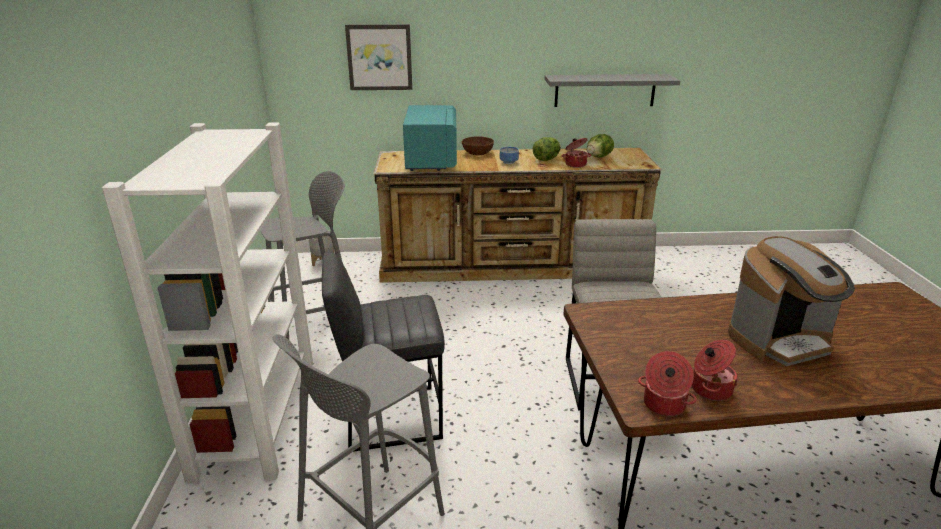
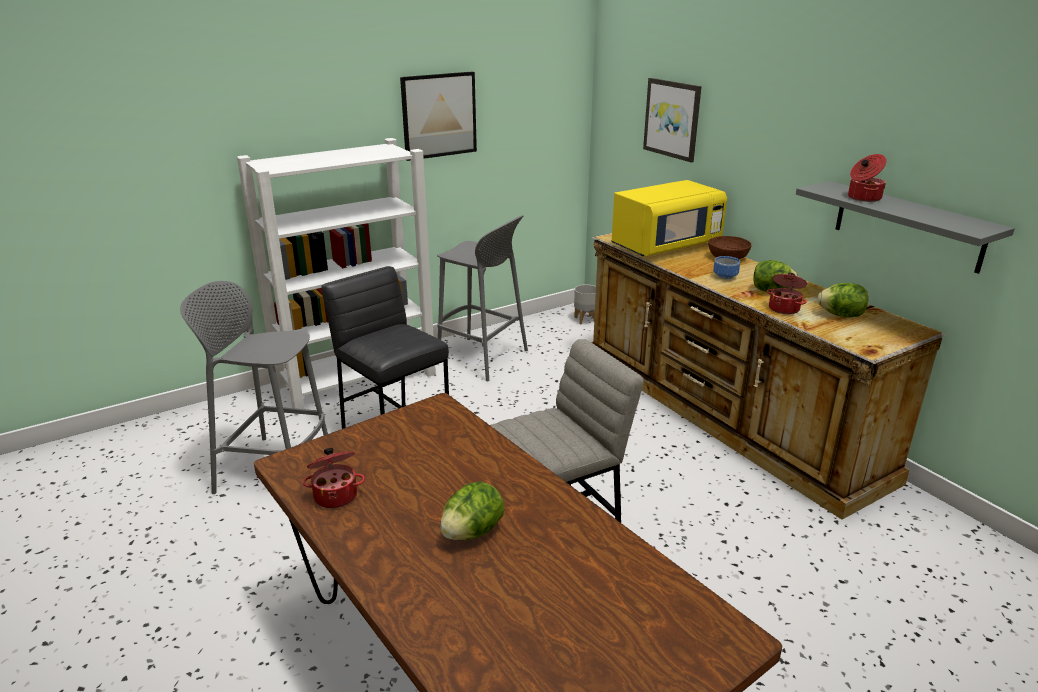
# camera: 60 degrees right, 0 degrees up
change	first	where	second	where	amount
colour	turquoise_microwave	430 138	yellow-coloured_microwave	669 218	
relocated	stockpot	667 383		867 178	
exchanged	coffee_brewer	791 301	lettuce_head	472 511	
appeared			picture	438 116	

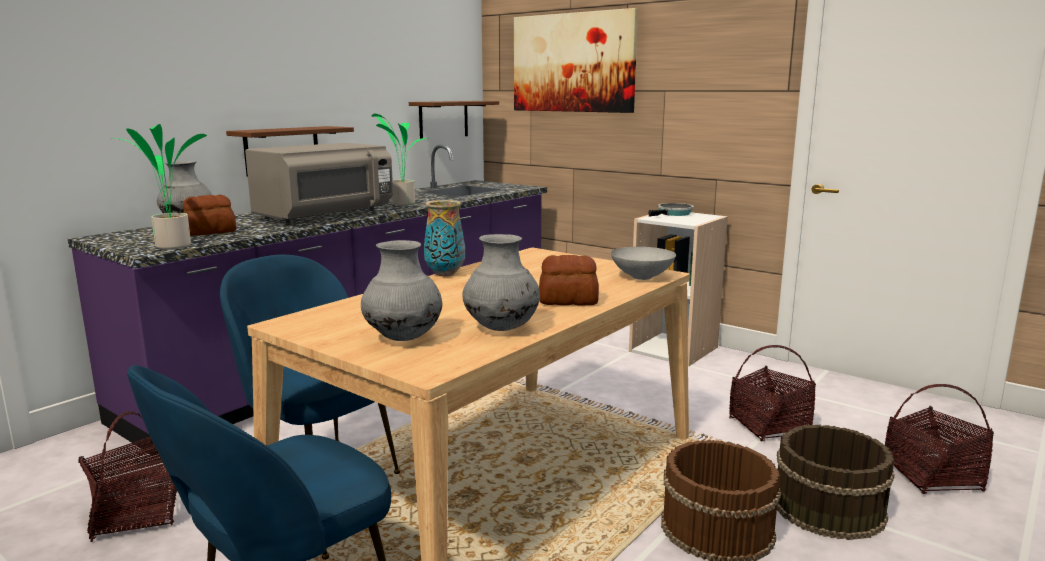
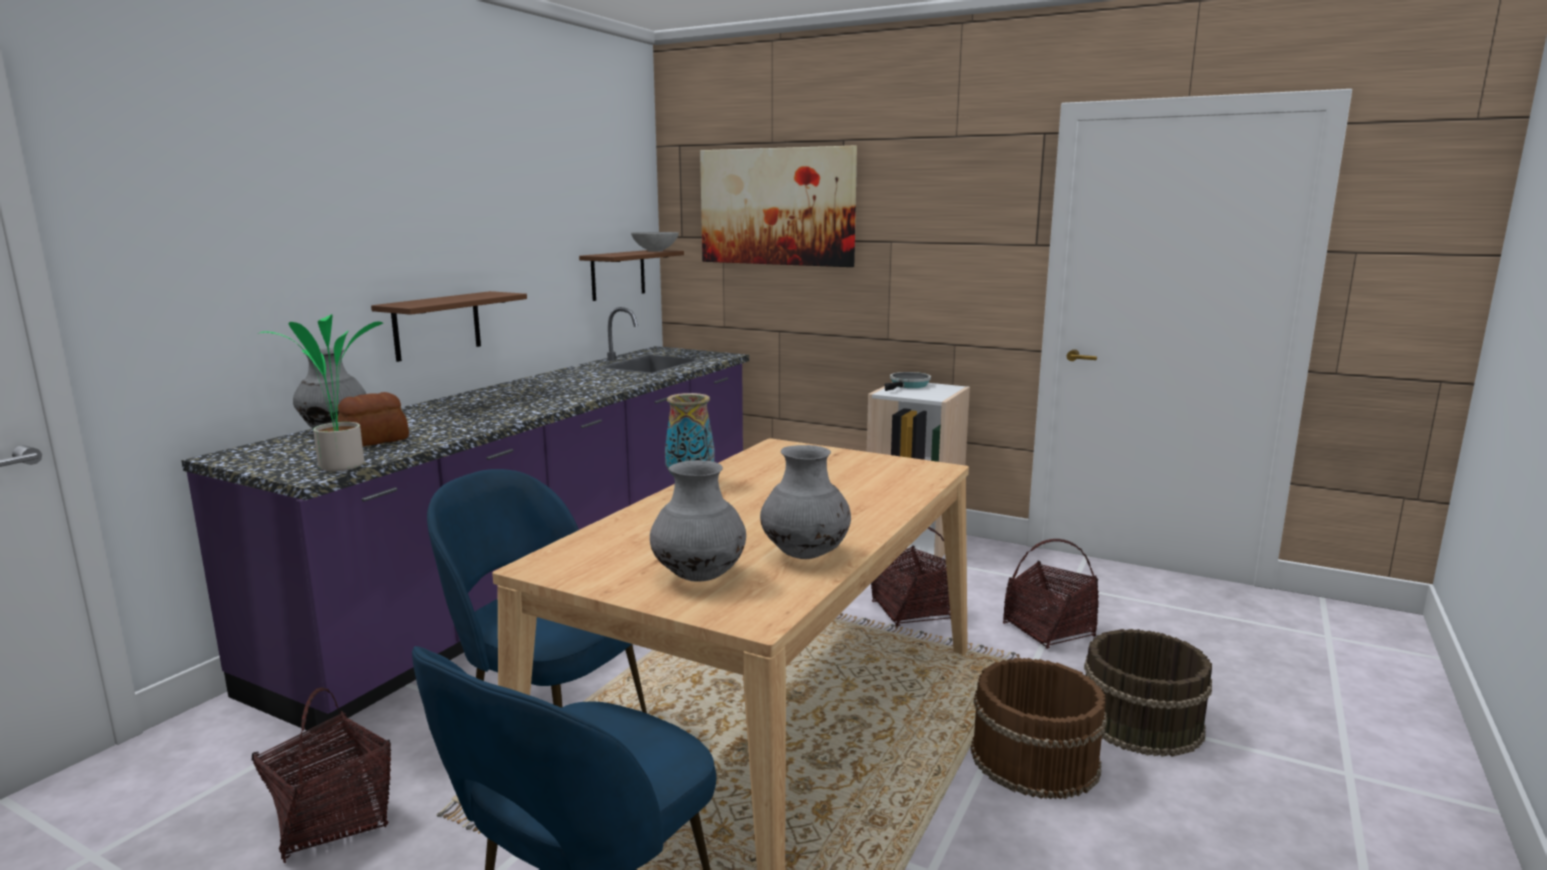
# camera: 10 degrees left, 0 degrees up
change	first	where	second	where	amount
missing	greyish_microwave	319 183			
missing	potted_plant	400 160			
missing	bread	569 280			
relocated	greyish_deep_dish	643 263		655 242	
relocated	storage_basket	939 439		911 577	

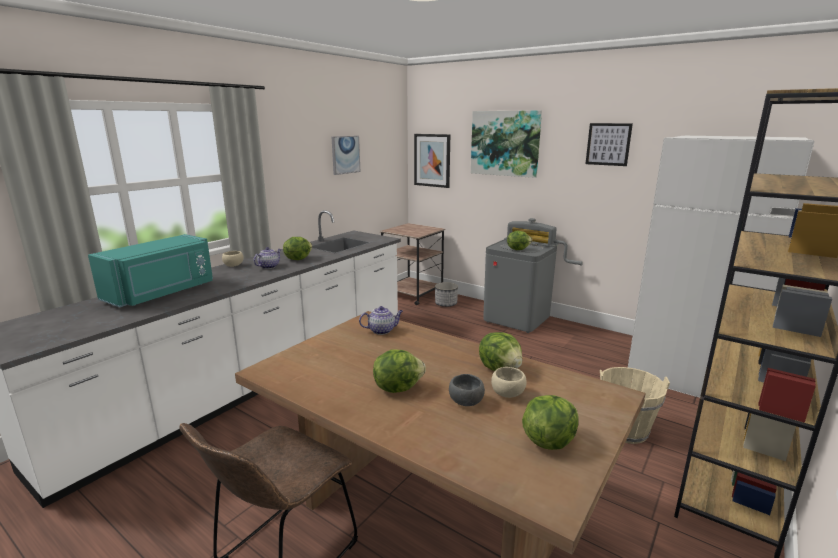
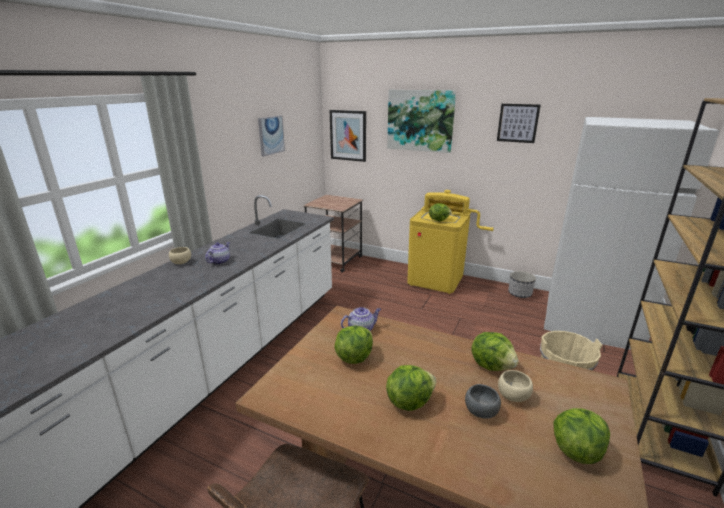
# camera: 10 degrees left, 5 degrees up
change	first	where	second	where	amount
missing	turquoise_microwave	150 270			
relocated	lettuce_head	297 248		353 344	
relocated	plant_pot	446 294		522 284	
colour	greyish_laundry_machine	533 275	yellow-coloured_laundry_machine	450 242	

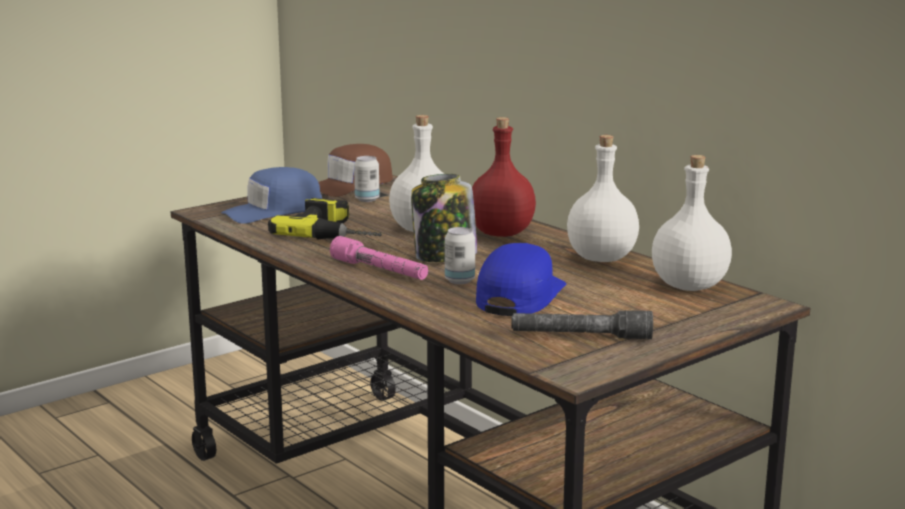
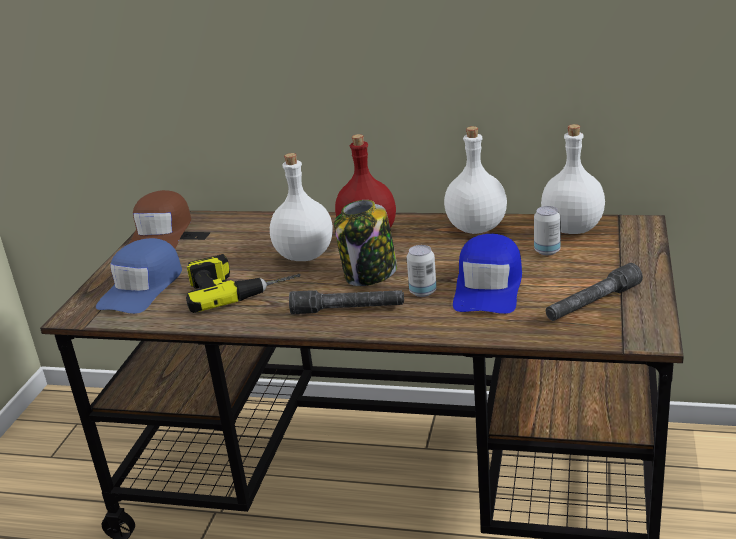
# camera: 35 degrees left, 10 degrees up
change	first	where	second	where	amount
colour	pinkish_flashlight	379 258	greyish_flashlight	346 302	
relocated	can	367 179		547 230	
spun	blue_peaked_cap	521 279		487 274	150 degrees counterclockwise

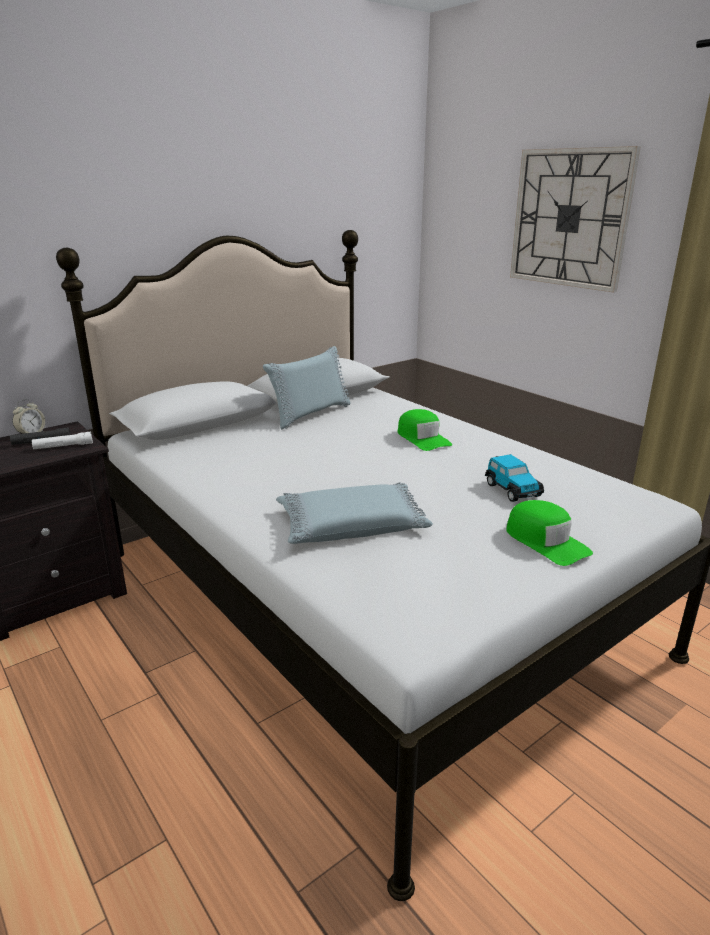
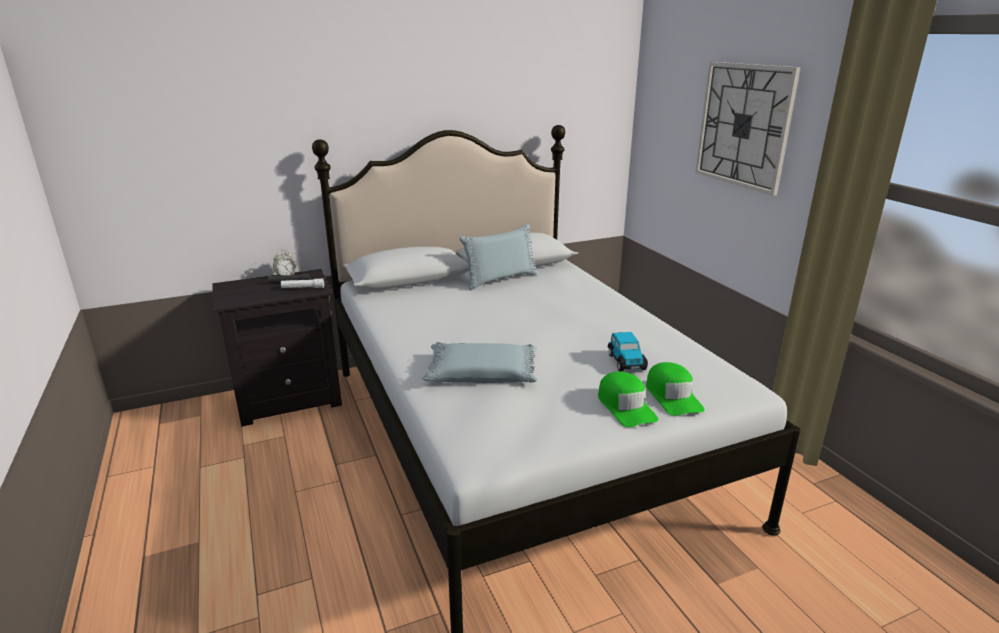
# camera: 15 degrees right, 0 degrees up
change	first	where	second	where	amount
relocated	green-coloured_peaked_cap	425 430		675 389	

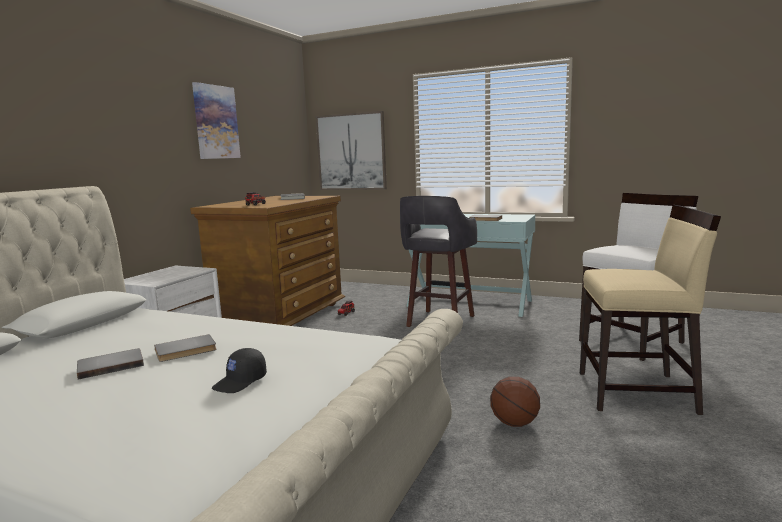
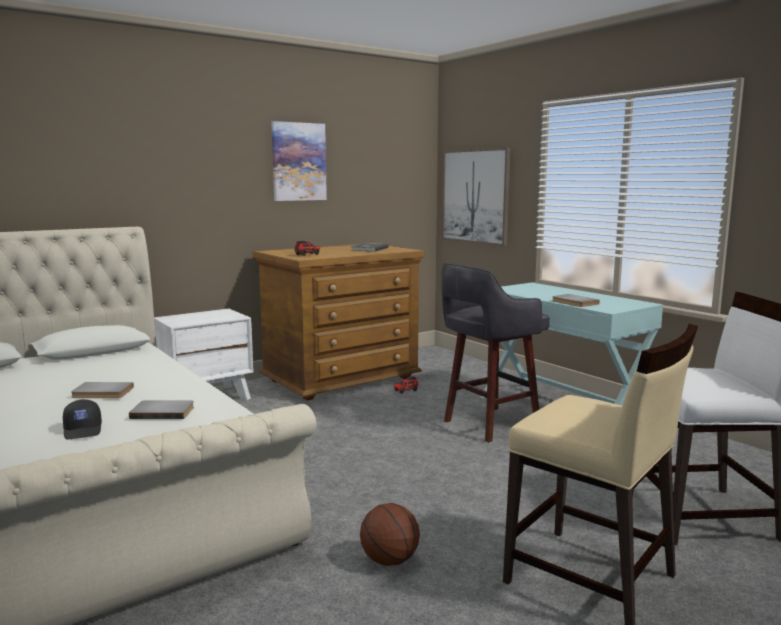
# camera: 30 degrees right, 0 degrees up
change	first	where	second	where	amount
relocated	greyish_bound_book	110 364		161 409	
spun	black-coloured_peaked_cap	239 370		82 419	90 degrees counterclockwise

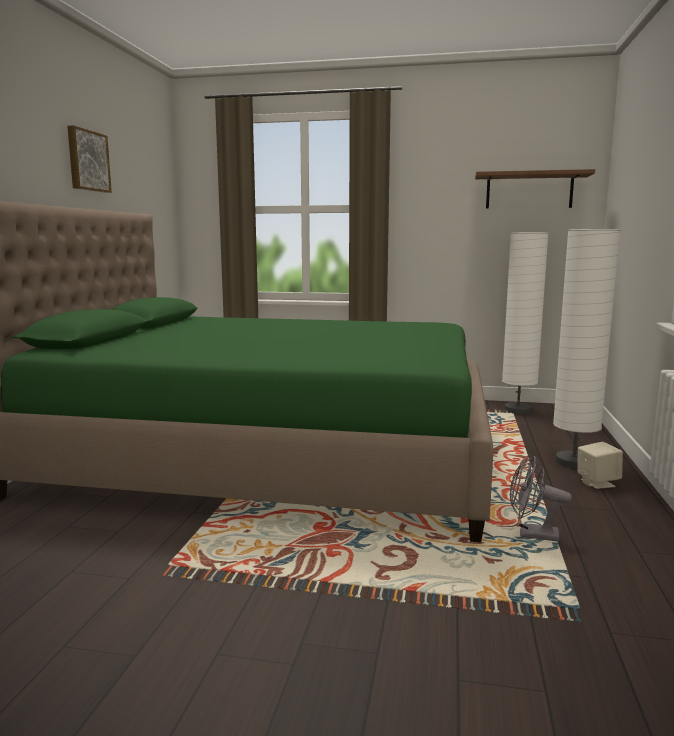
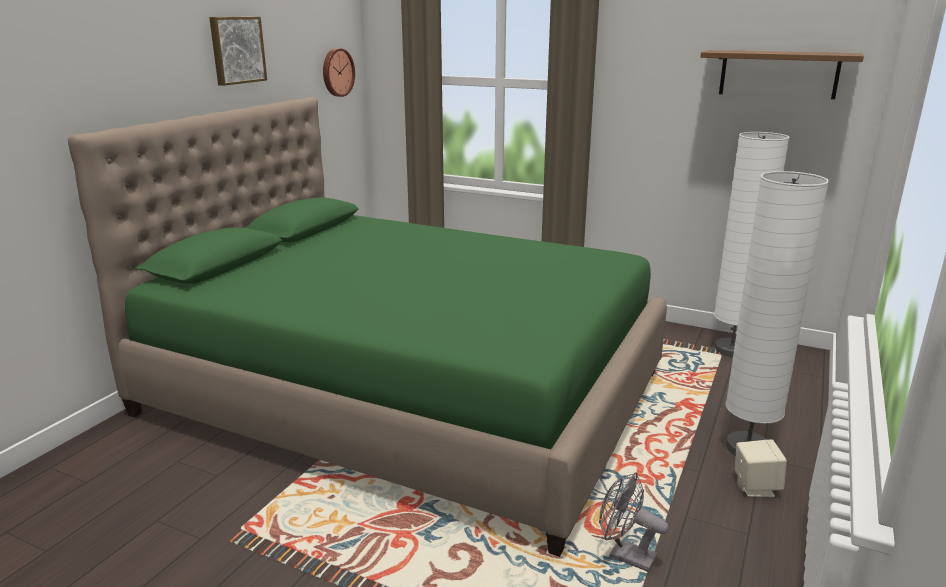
# camera: 15 degrees right, 10 degrees up
change	first	where	second	where	amount
appeared			wall_clock	339 72	

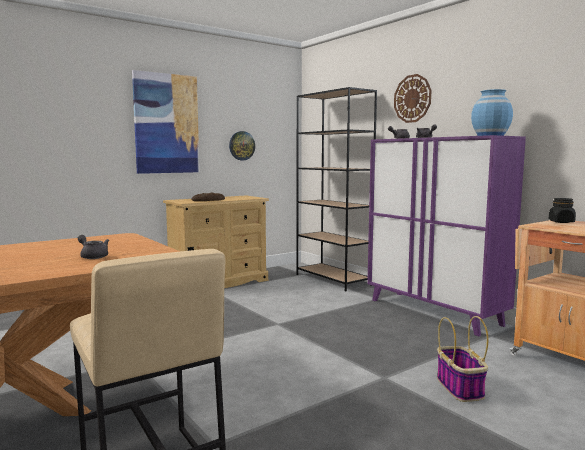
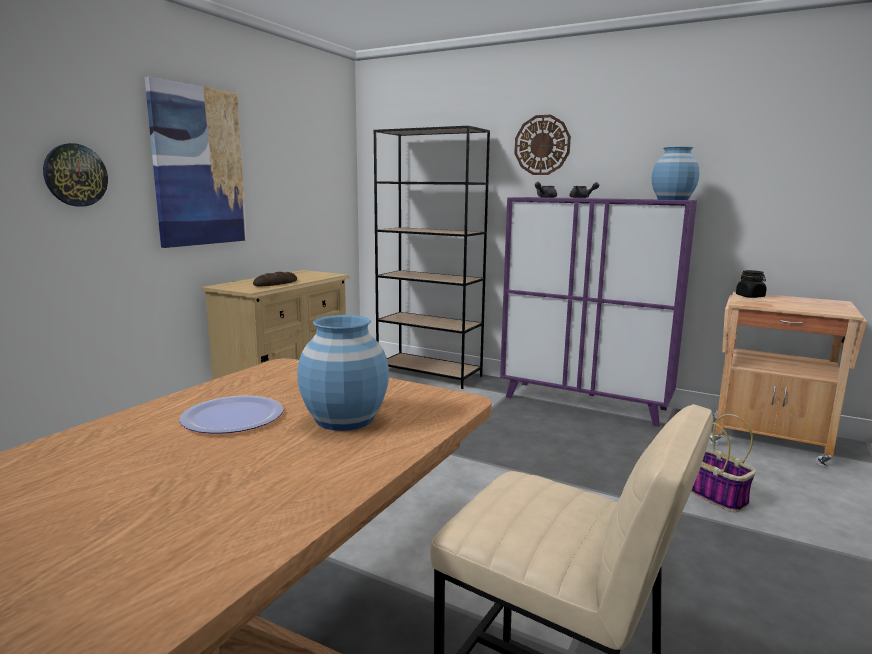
# camera: 25 degrees left, 5 degrees up
change	first	where	second	where	amount
exchanged	greyish_pot_for_tea	93 247	blue_decorative_vase	343 373	
relocated	wall_clock	242 145		75 175	
appeared			flat_dish	231 415	

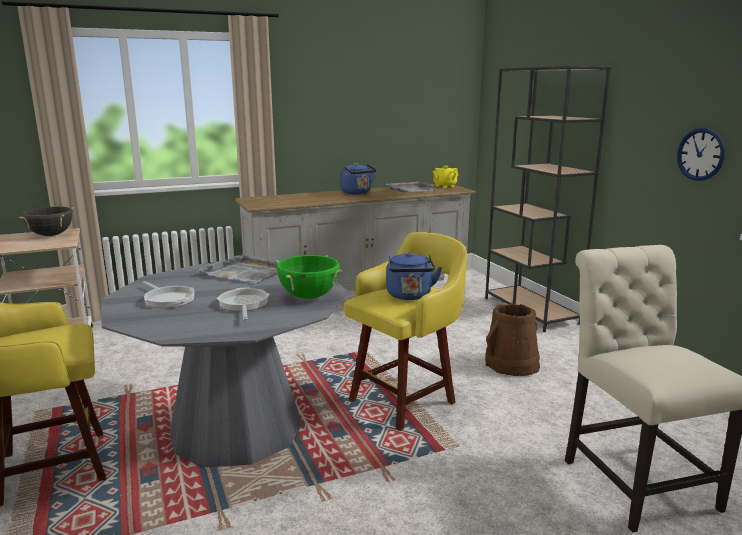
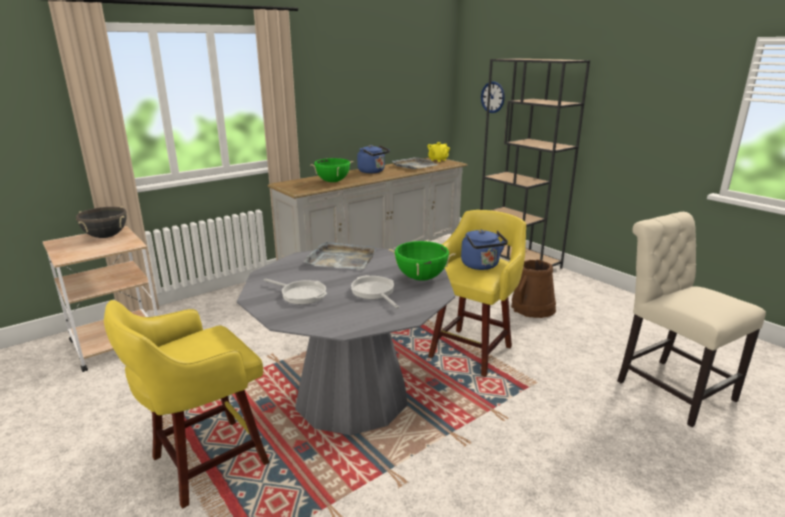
# camera: 15 degrees left, 5 degrees up
change	first	where	second	where	amount
relocated	wall_clock	701 154		493 97	
appeared			green-coloured_stockpot	332 170	

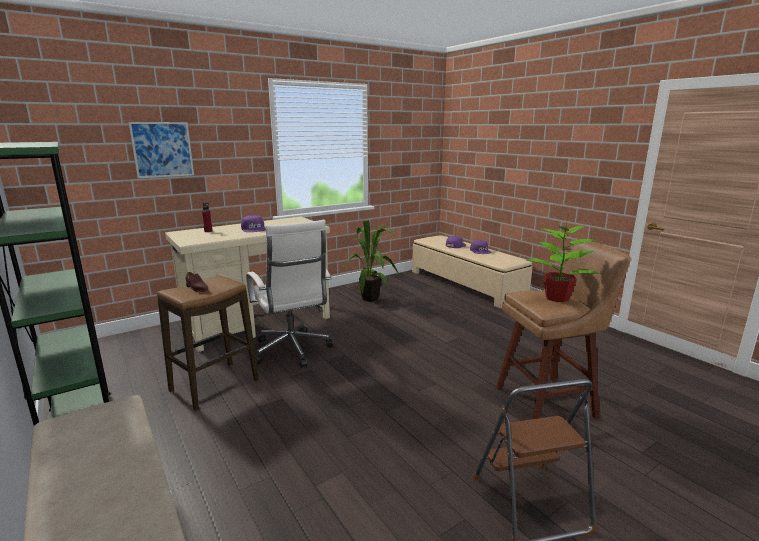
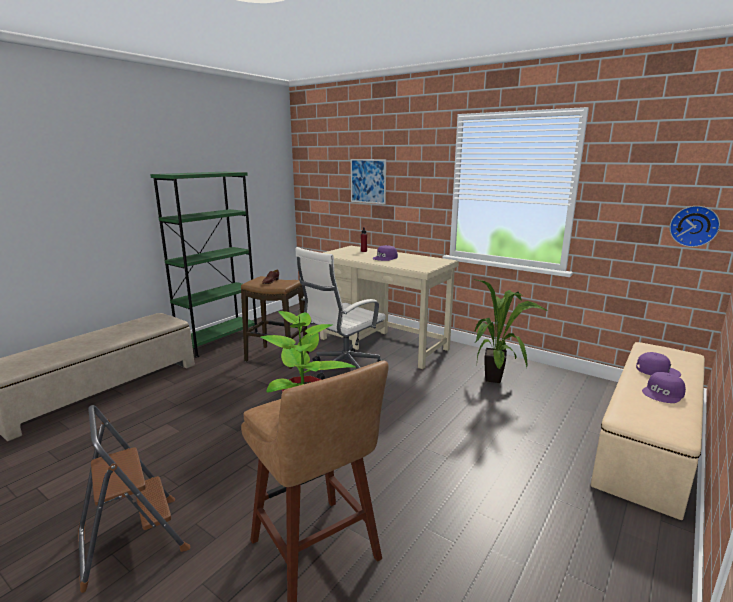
# camera: 70 degrees right, 0 degrees up
change	first	where	second	where	amount
appeared			wall_clock	694 226	

